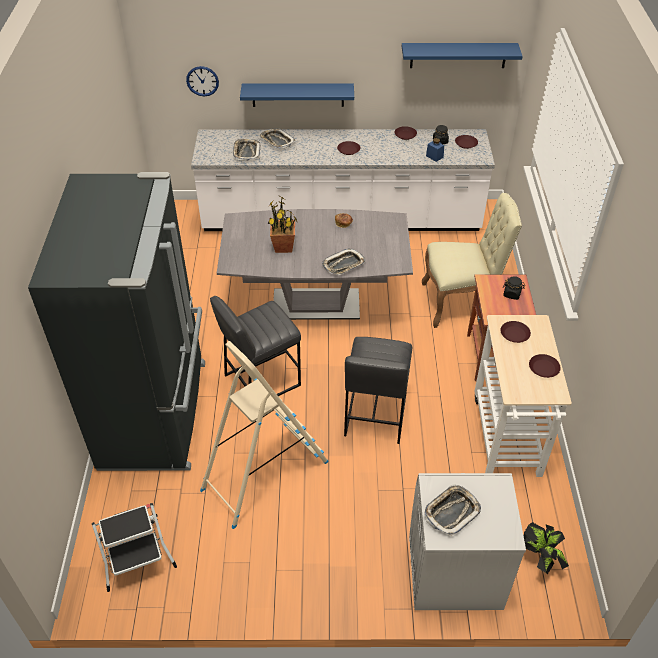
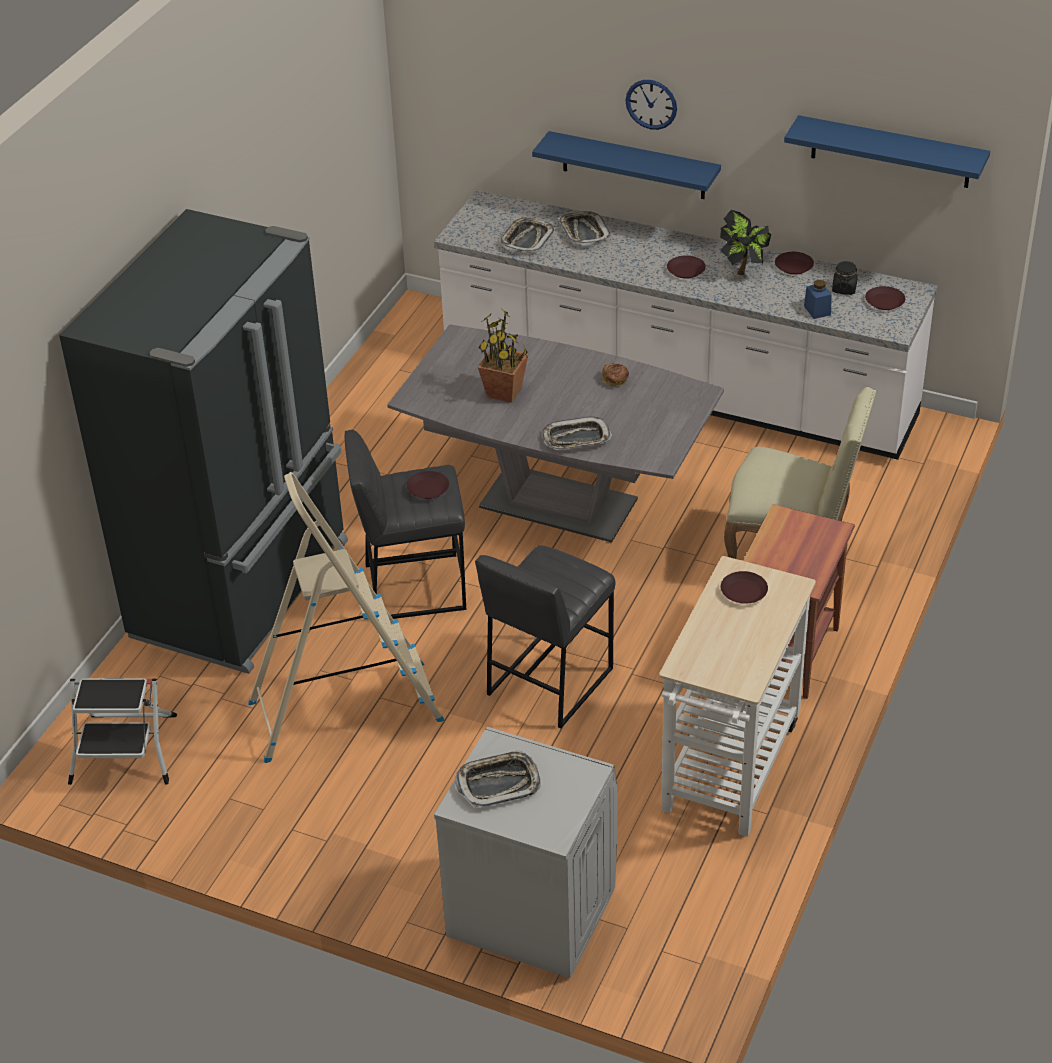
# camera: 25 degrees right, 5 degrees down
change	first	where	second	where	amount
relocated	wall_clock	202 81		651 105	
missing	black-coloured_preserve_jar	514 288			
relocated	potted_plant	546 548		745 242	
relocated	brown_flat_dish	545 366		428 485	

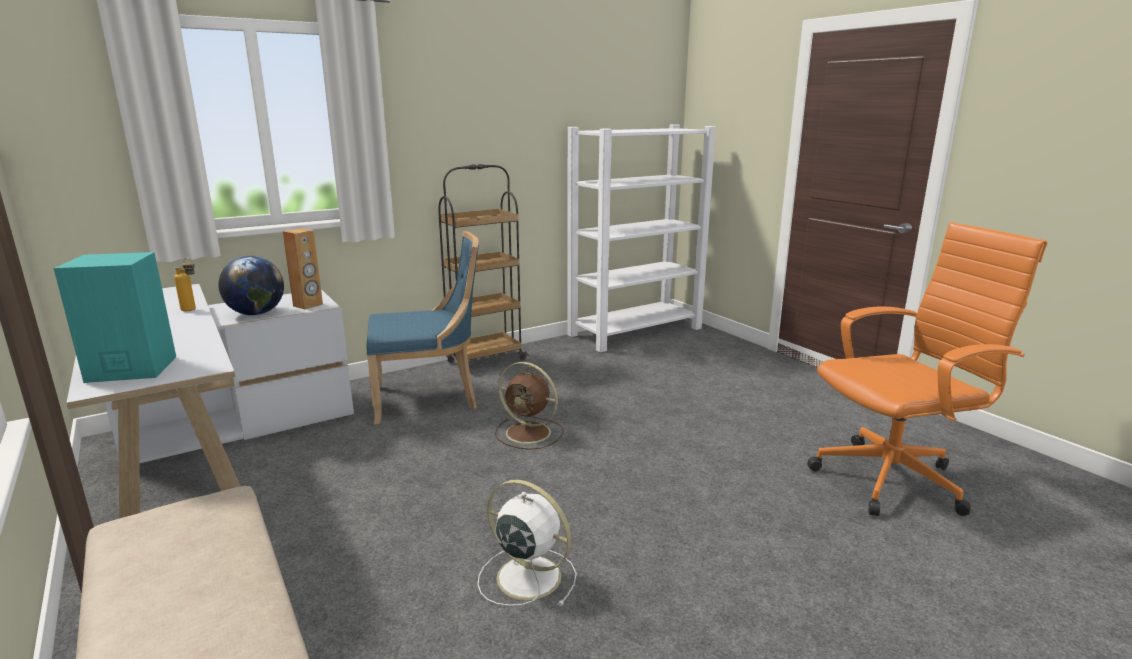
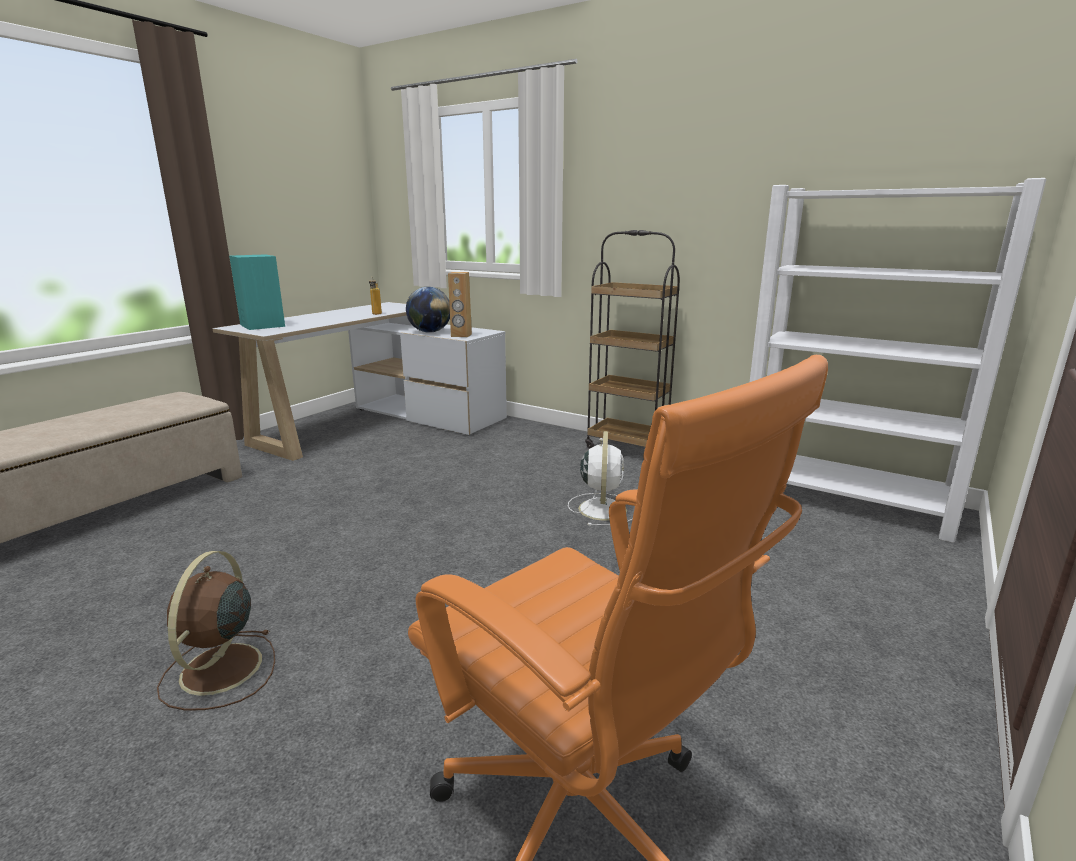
# camera: 65 degrees right, 0 degrees up
change	first	where	second	where	amount
missing	blue_chair	422 328			
relocated	whitish_cooling_fan	527 543		600 478	
relocated	brown_cooling_fan	529 406		216 631	

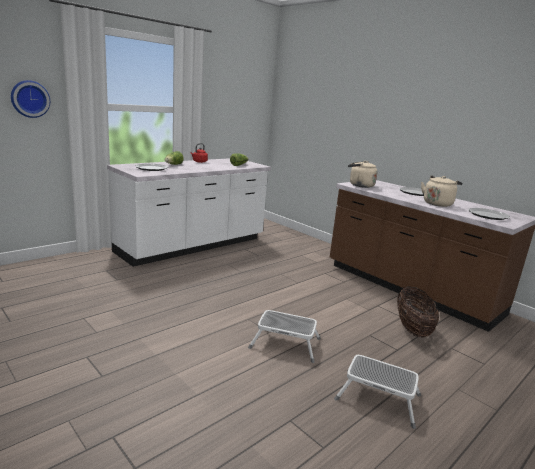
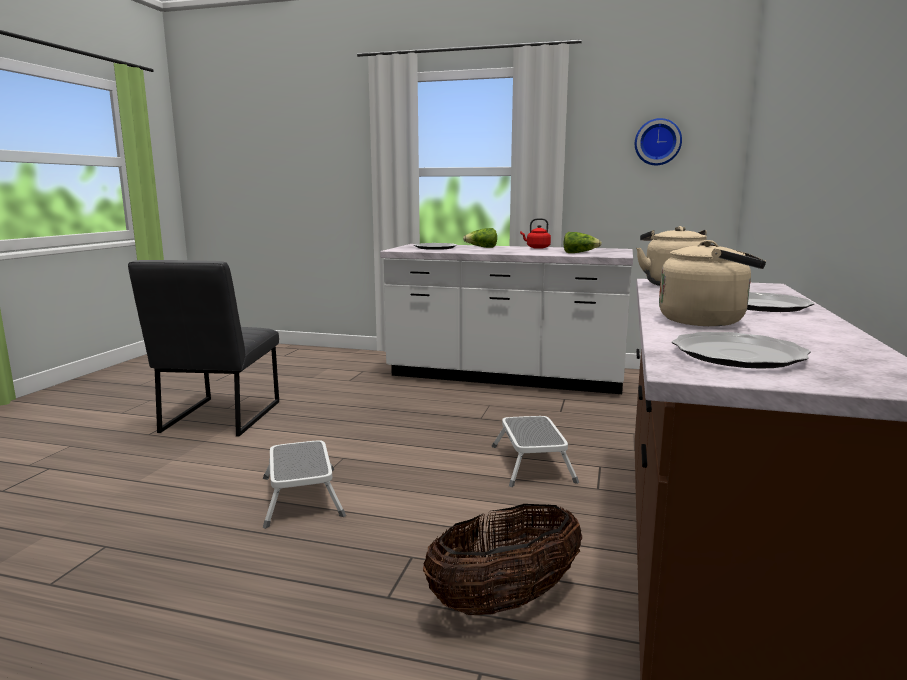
# camera: 60 degrees right, 5 degrees down
change	first	where	second	where	amount
relocated	wall_clock	30 99		658 141	
relocated	greyish_step_ladder	377 392		535 451	
appeared			greyish_chair	203 348	

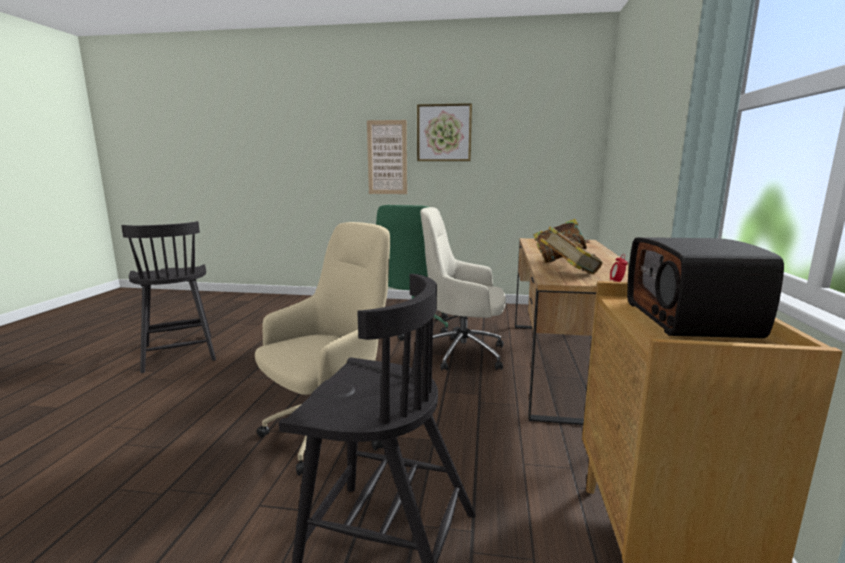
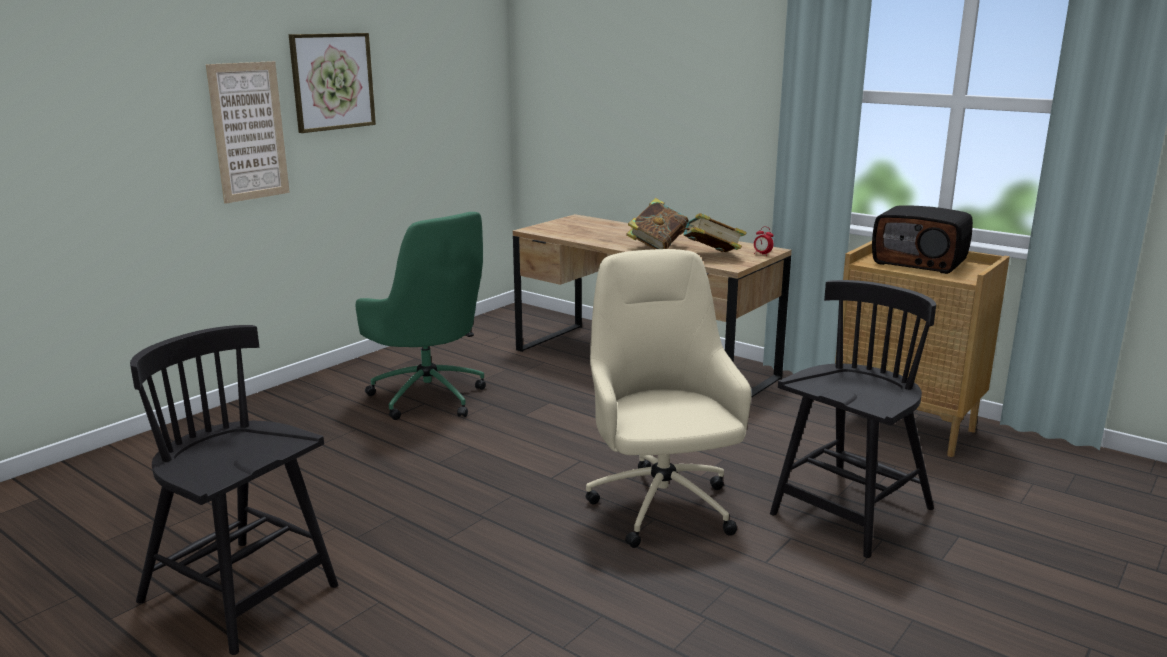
# camera: 60 degrees left, 5 degrees up
change	first	where	second	where	amount
spun	black-coloured_chair	168 297		234 490	150 degrees counterclockwise
missing	beige-coloured_office_chair	463 289			

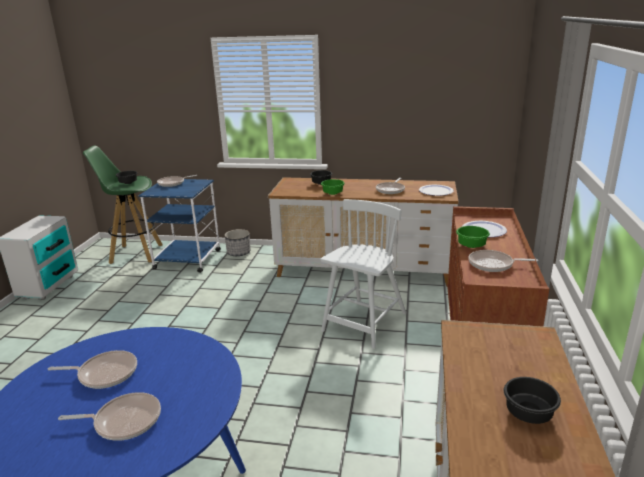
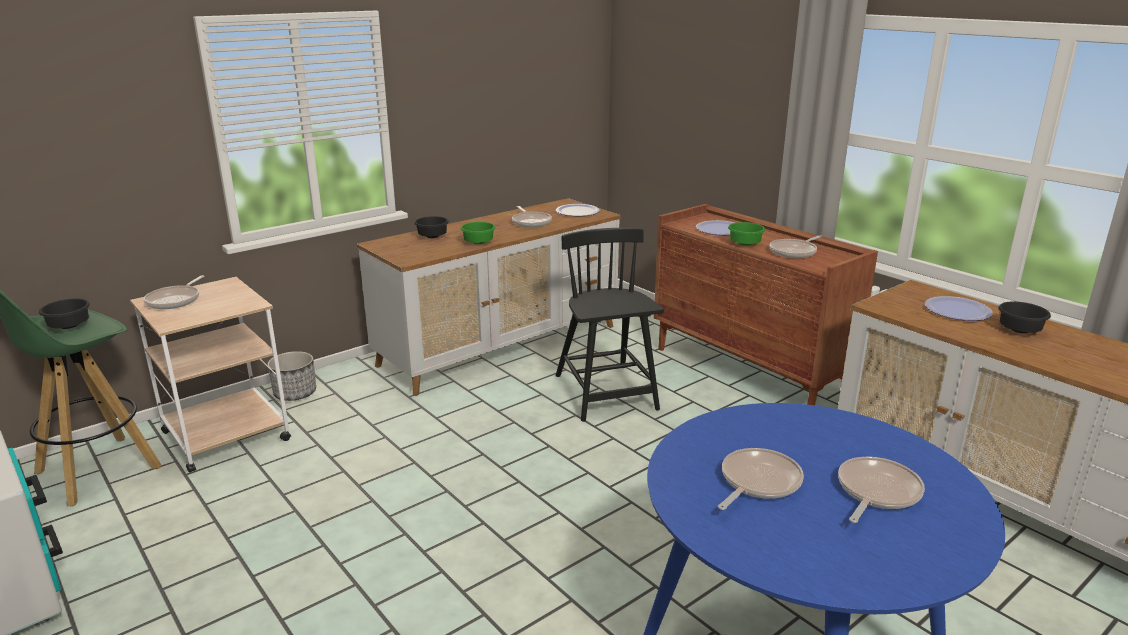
# camera: 50 degrees left, 0 degrees up
change	first	where	second	where	amount
colour	blue_wheeled_cart	180 226	beige-coloured_wheeled_cart	210 375	
colour	whitish_chair	363 274	black-coloured_chair	610 325	
appeared			flat_dish	959 308	

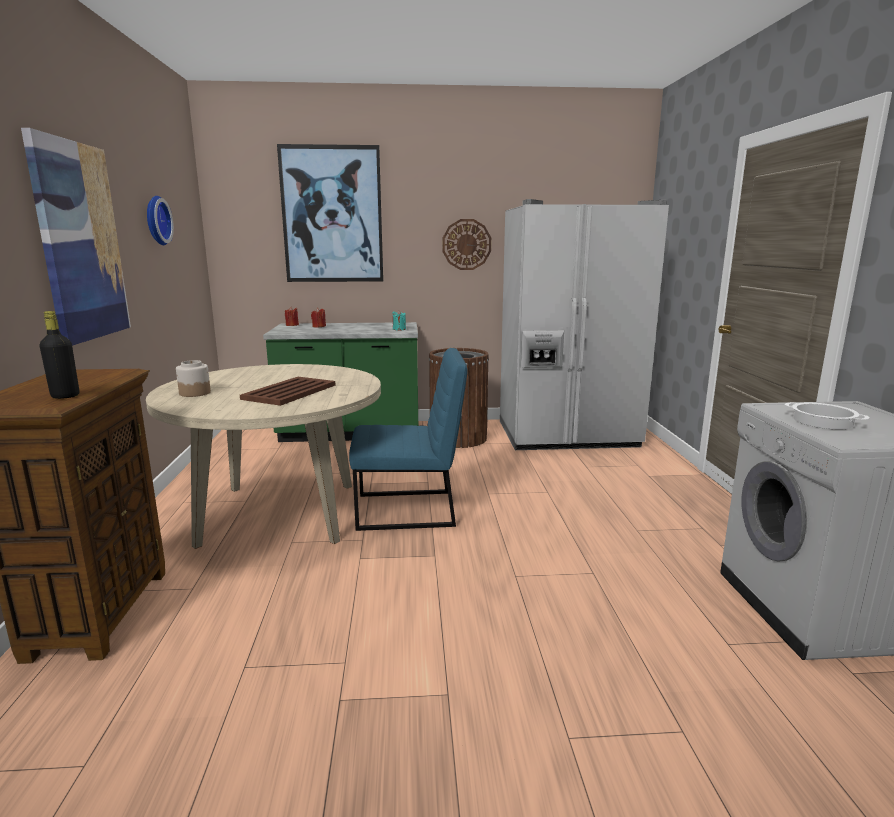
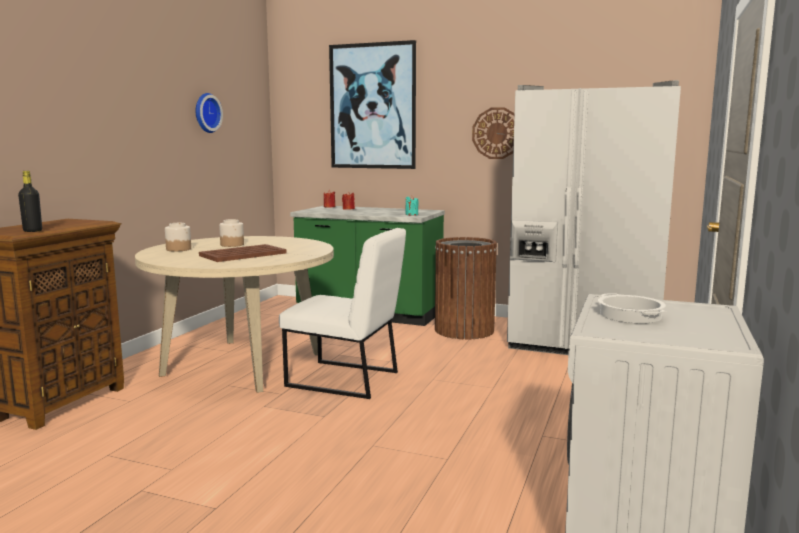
# camera: 25 degrees right, 5 degrees down
change	first	where	second	where	amount
missing	picture	76 237			
colour	blue_chair	408 439	whitish_chair	342 313	
appeared			preserve_jar	231 233	

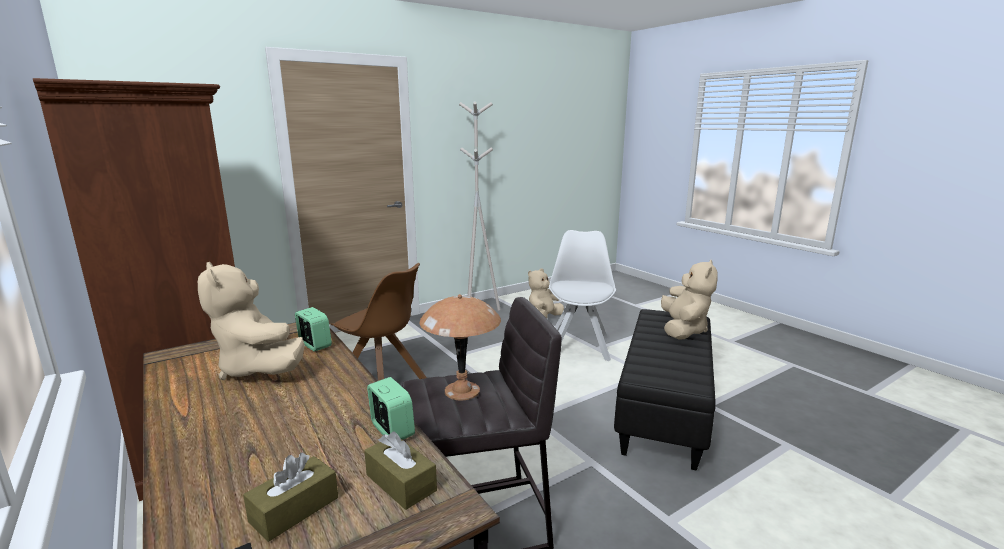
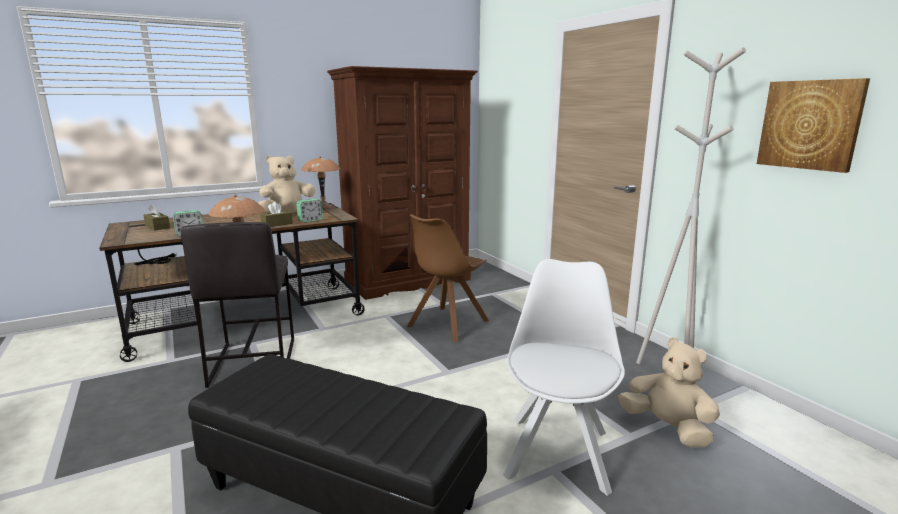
# camera: 95 degrees right, 0 degrees up
change	first	where	second	where	amount
relocated	brown_box_of_tissues	400 471		276 214	
spun	whitish_chair	582 295		564 377	90 degrees counterclockwise
missing	beige-coloured_soft_toy	689 299			
appeared			brown_lamp_for_a_table	320 182	
appeared			picture	813 125	

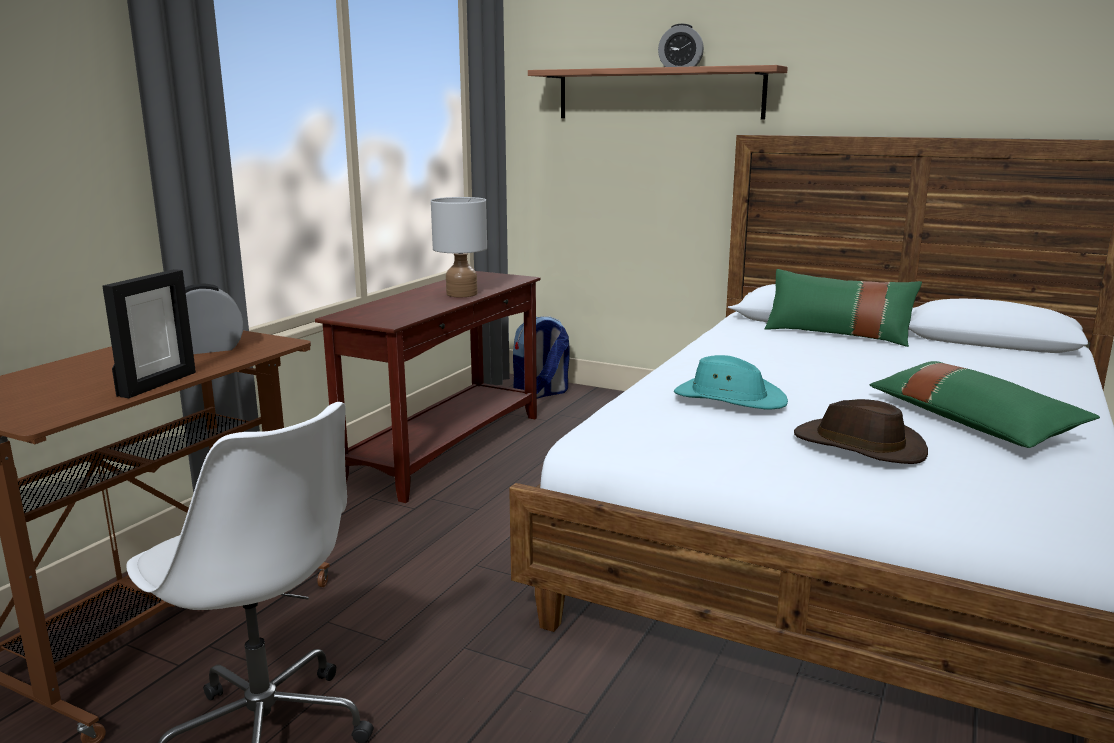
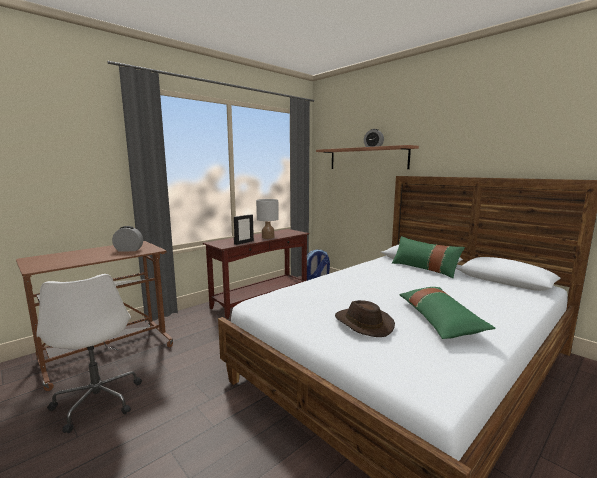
# camera: 20 degrees right, 5 degrees down
change	first	where	second	where	amount
relocated	photo_frame	149 333		244 229	
missing	turquoise_hat	731 382			

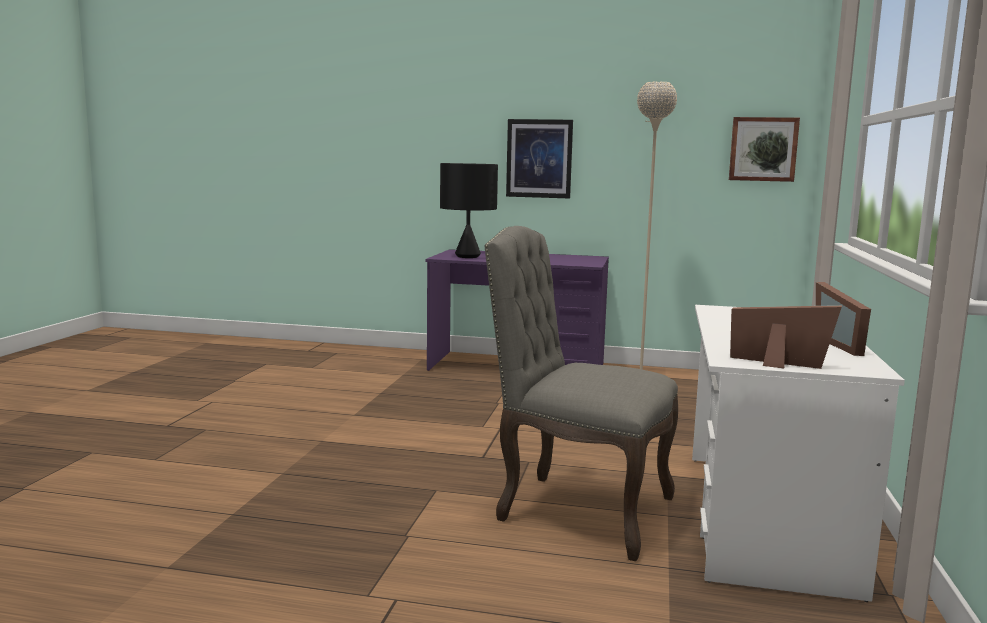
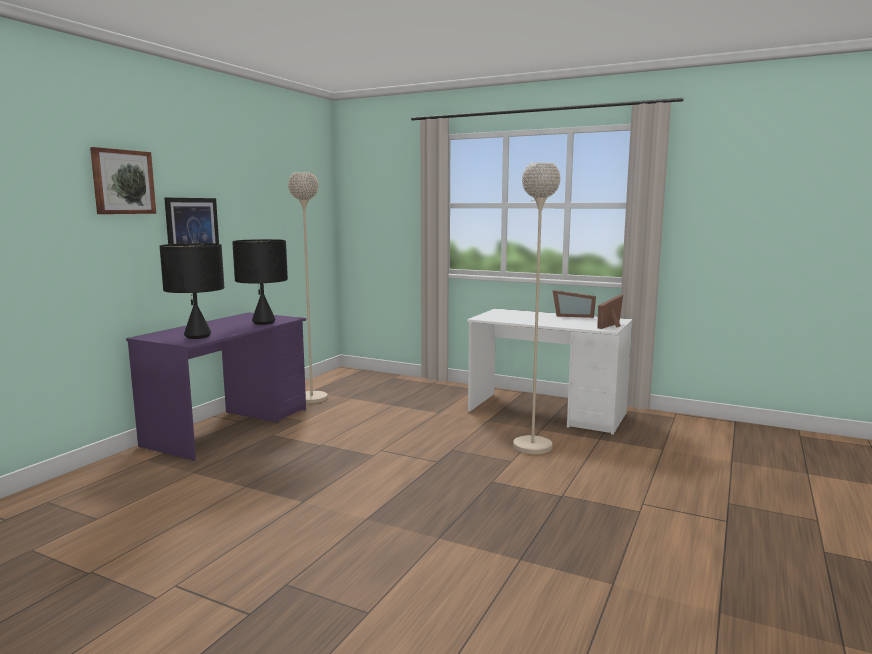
# camera: 75 degrees left, 0 degrees up
change	first	where	second	where	amount
exchanged	greyish_chair	581 393	beige-coloured_floor_lamp	536 308	
relocated	picture	764 149		123 180	
appeared			black-coloured_lamp_for_a_table	260 282	

